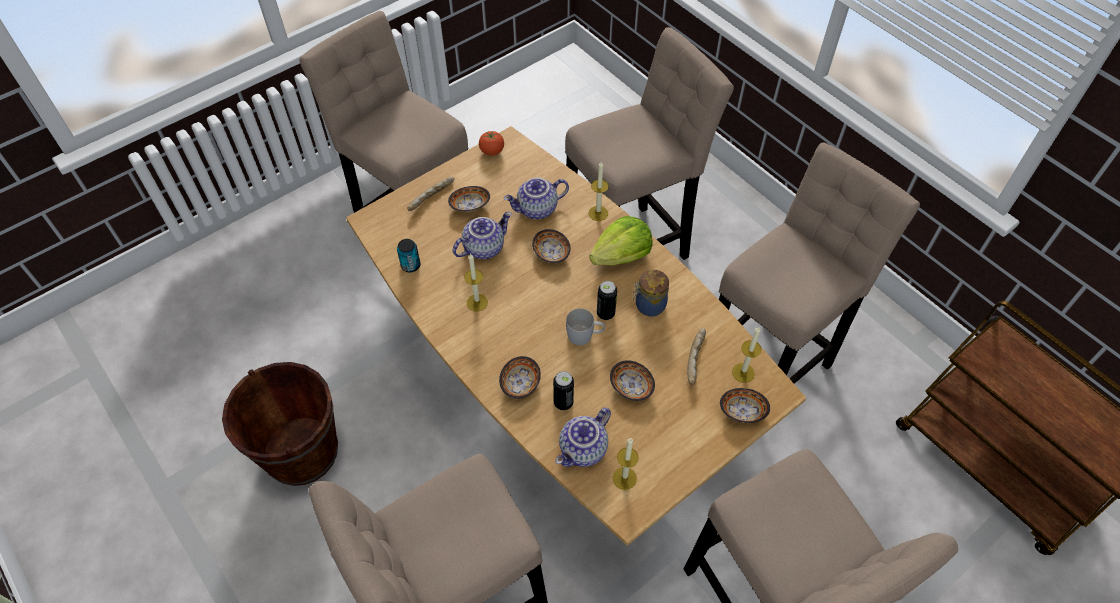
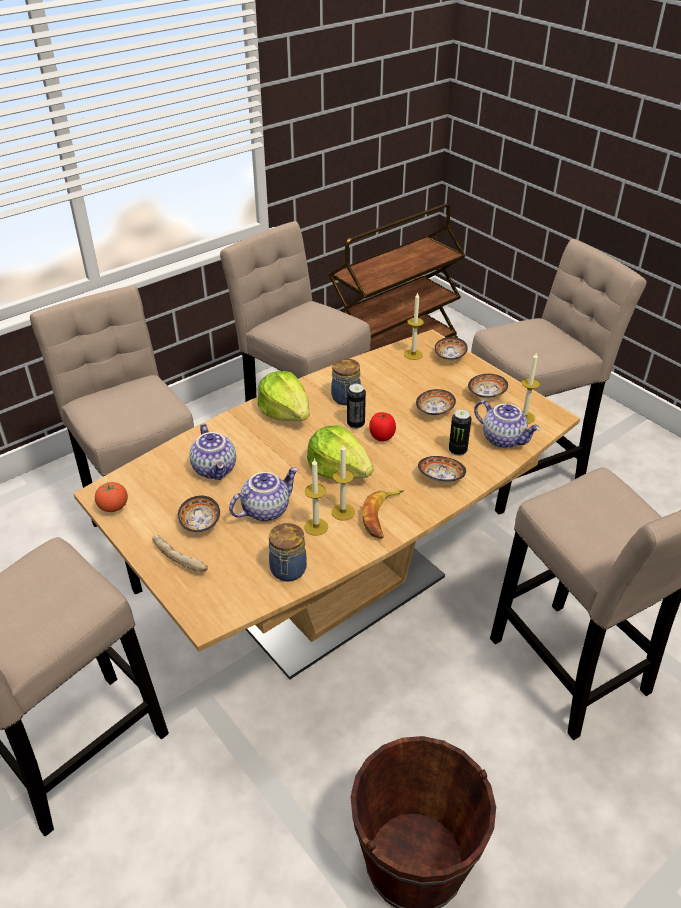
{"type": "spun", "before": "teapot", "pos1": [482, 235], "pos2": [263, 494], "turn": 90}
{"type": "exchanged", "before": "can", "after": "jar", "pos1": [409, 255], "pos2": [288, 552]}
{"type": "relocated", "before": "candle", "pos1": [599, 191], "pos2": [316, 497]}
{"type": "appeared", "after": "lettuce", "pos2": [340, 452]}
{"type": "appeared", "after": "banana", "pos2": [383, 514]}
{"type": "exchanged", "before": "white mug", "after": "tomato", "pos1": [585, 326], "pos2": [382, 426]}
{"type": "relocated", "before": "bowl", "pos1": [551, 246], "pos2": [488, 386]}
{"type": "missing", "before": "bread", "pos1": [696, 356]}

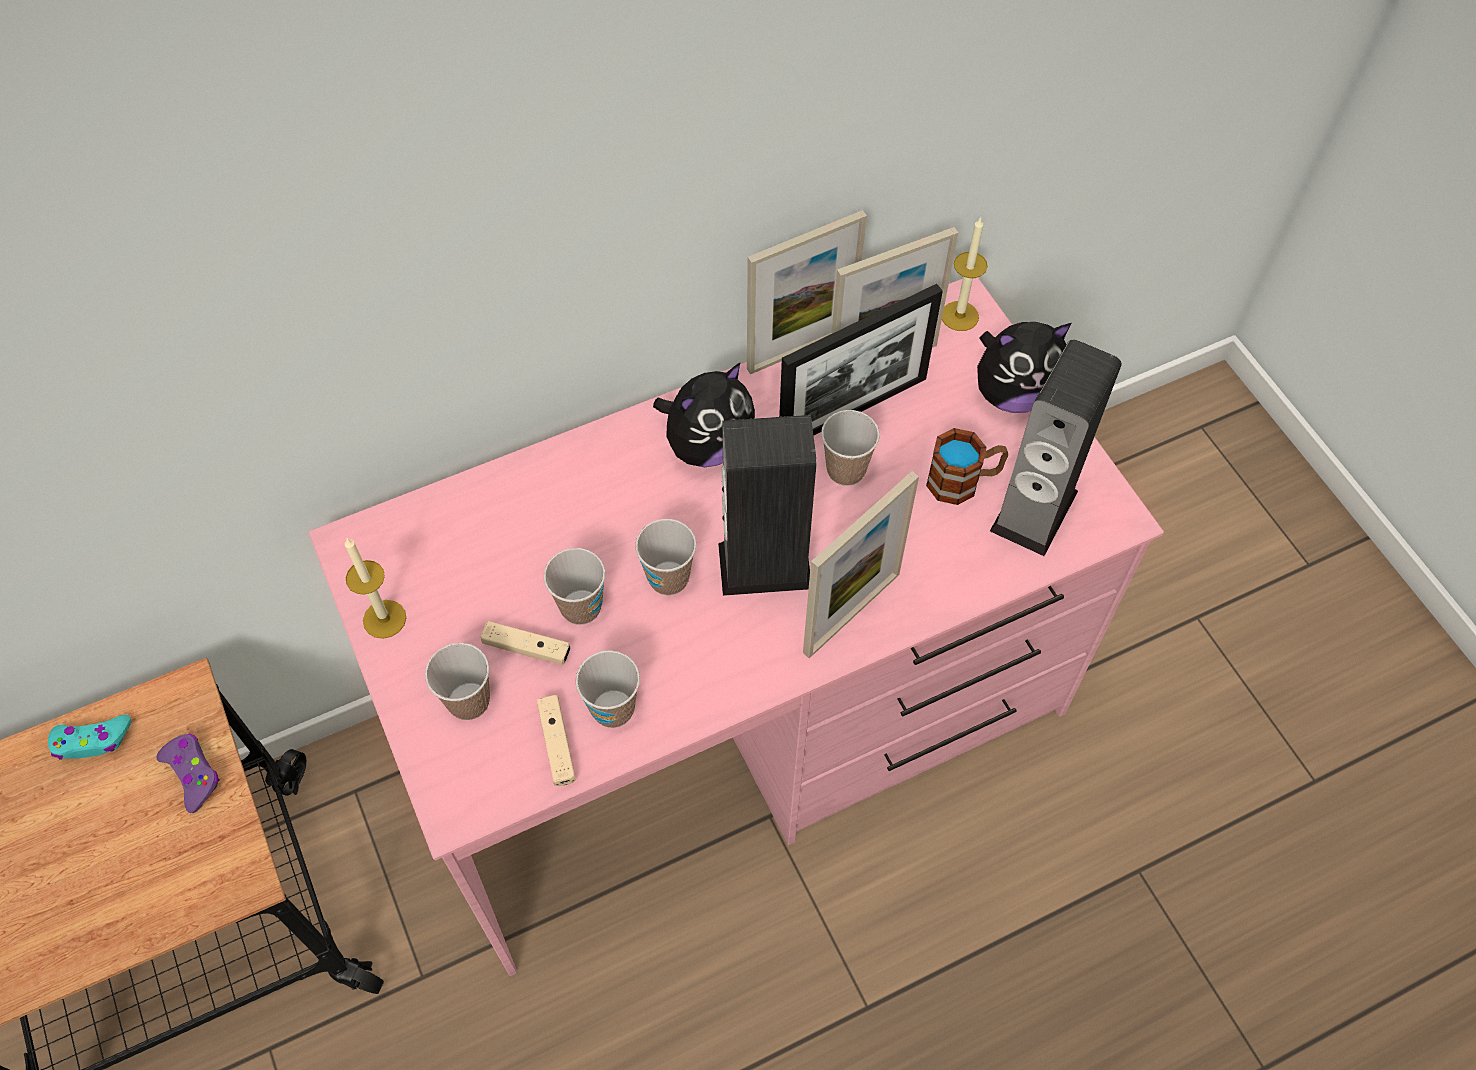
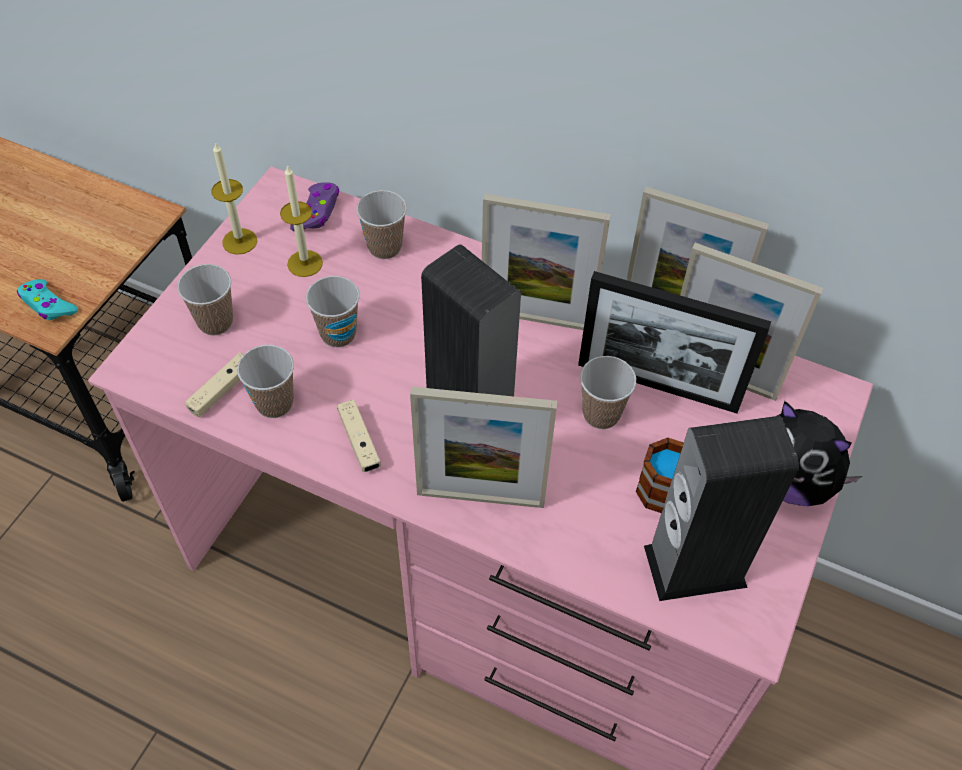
{"type": "relocated", "before": "turquoise game controller", "pos1": [89, 737], "pos2": [47, 299]}
{"type": "relocated", "before": "candle", "pos1": [965, 274], "pos2": [301, 221]}
{"type": "relocated", "before": "purple game controller", "pos1": [188, 773], "pos2": [314, 207]}
{"type": "relocated", "before": "beige game controller", "pos1": [525, 643], "pos2": [359, 436]}
{"type": "relocated", "before": "cup", "pos1": [665, 557], "pos2": [381, 224]}
{"type": "exchanged", "before": "plush toy", "after": "picture frame", "pos1": [704, 415], "pos2": [546, 262]}

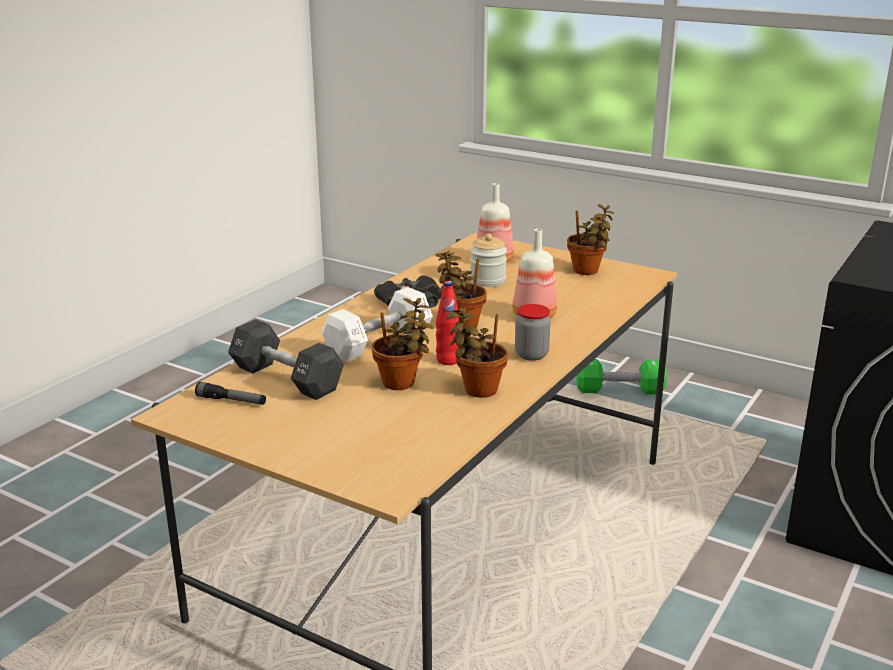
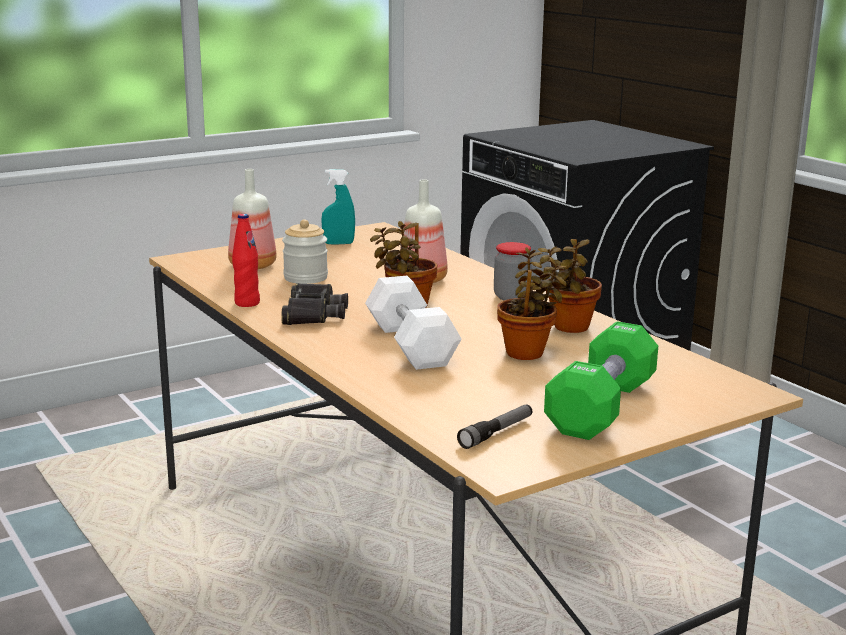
{"type": "relocated", "before": "red bottle", "pos1": [448, 323], "pos2": [246, 260]}
{"type": "exchanged", "before": "potted plant", "after": "turquoise spray bottle", "pos1": [590, 239], "pos2": [338, 207]}
{"type": "relocated", "before": "green dumbbell", "pos1": [621, 377], "pos2": [601, 380]}
{"type": "missing", "before": "black dumbbell", "pos1": [286, 359]}

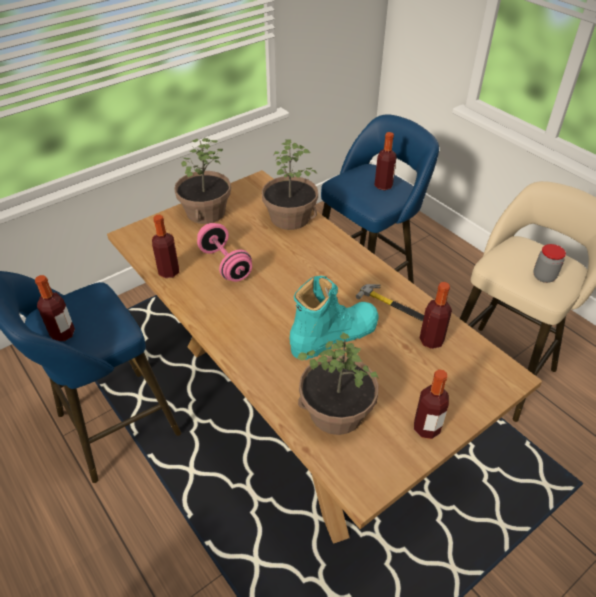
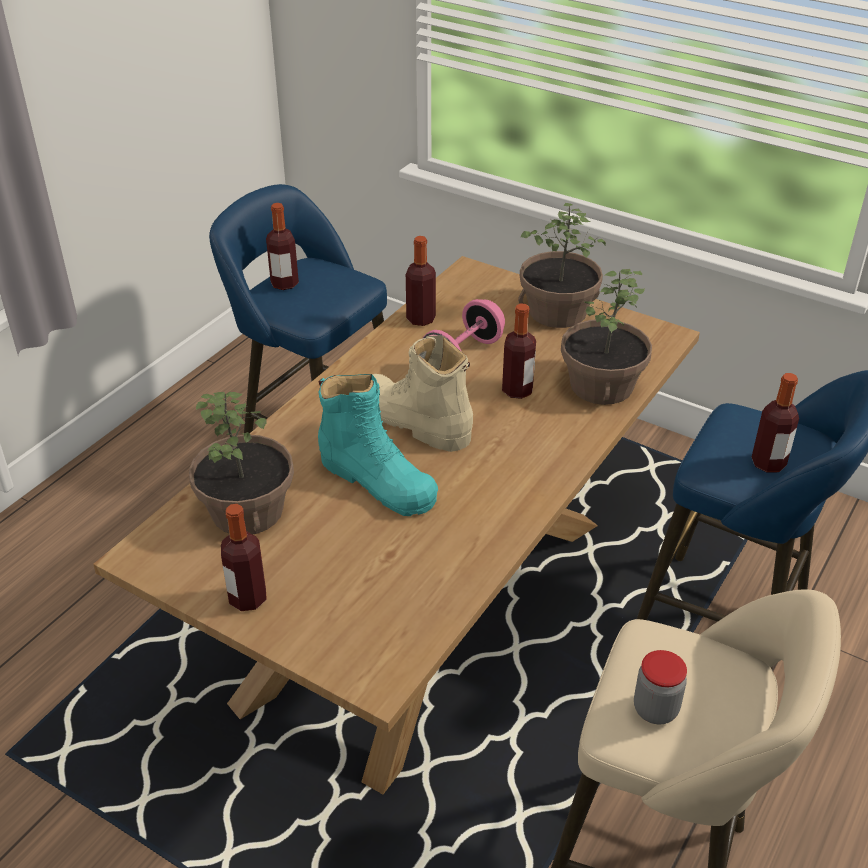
{"type": "appeared", "after": "beige boot", "pos2": [422, 393]}
{"type": "relocated", "before": "bottle", "pos1": [436, 315], "pos2": [519, 351]}
{"type": "missing", "before": "hammer", "pos1": [390, 302]}

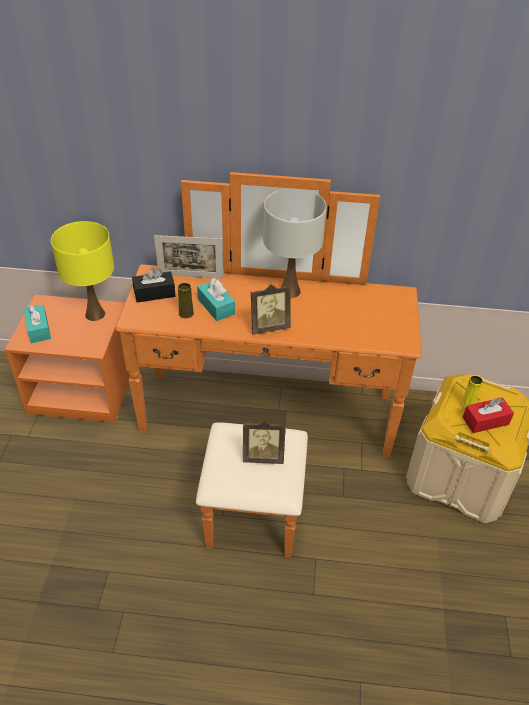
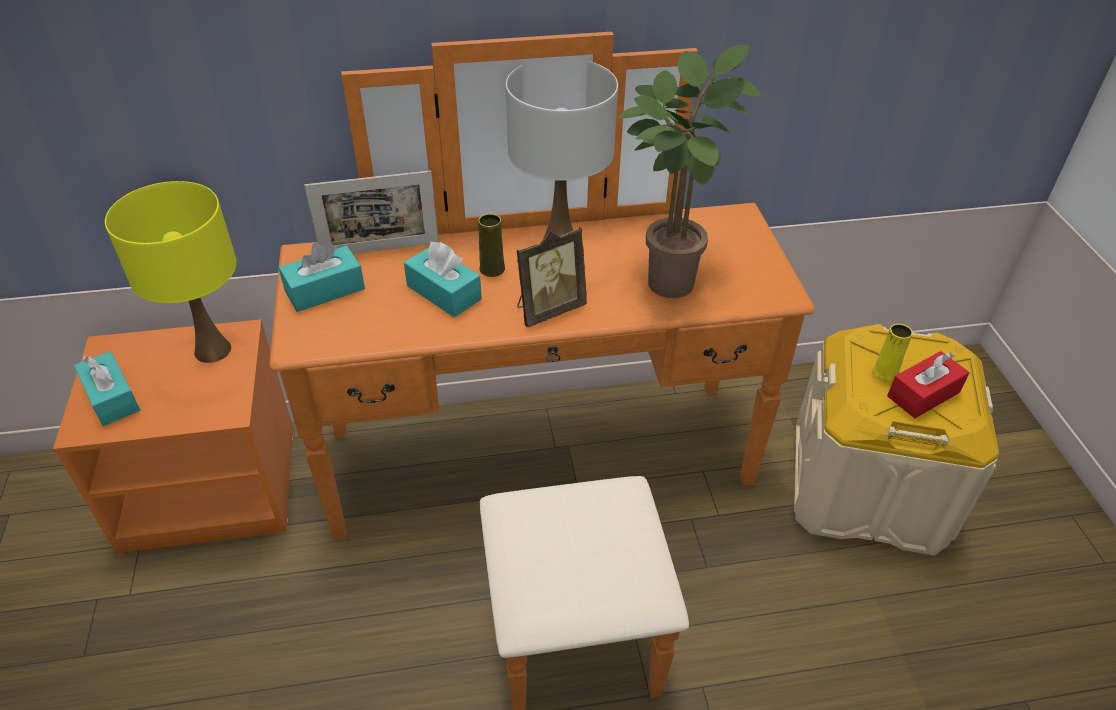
{"type": "colour", "before": "black tissue box", "after": "turquoise tissue box", "pos1": [154, 285], "pos2": [322, 277]}
{"type": "relocated", "before": "yellow vase", "pos1": [186, 300], "pos2": [491, 245]}
{"type": "appeared", "after": "potted plant", "pos2": [689, 171]}
{"type": "missing", "before": "picture frame", "pos1": [264, 442]}

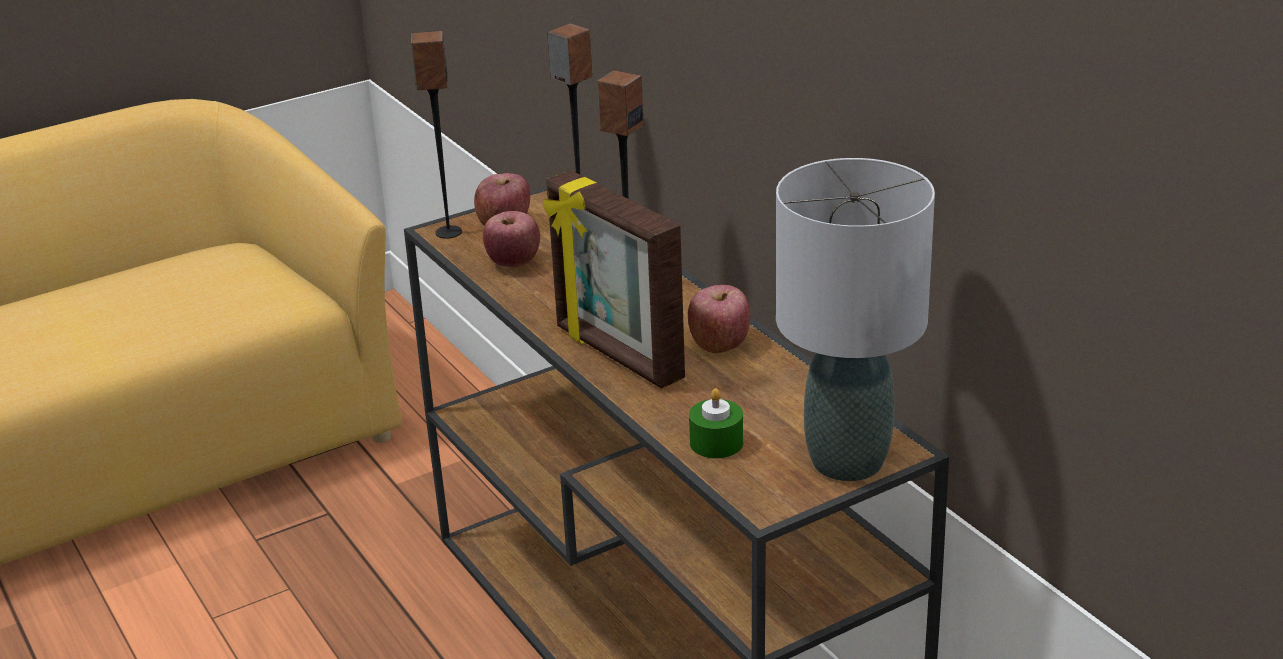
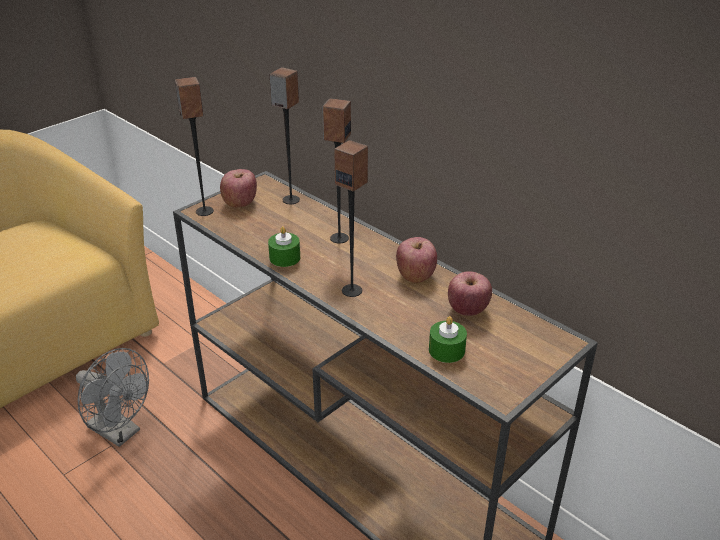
{"type": "appeared", "after": "grey fan", "pos2": [112, 397]}
{"type": "appeared", "after": "green candle", "pos2": [284, 246]}
{"type": "exchanged", "before": "picture frame", "after": "speaker", "pos1": [614, 279], "pos2": [351, 218]}
{"type": "relocated", "before": "apple", "pos1": [511, 239], "pos2": [470, 293]}
{"type": "missing", "before": "grey table lamp", "pos1": [855, 319]}

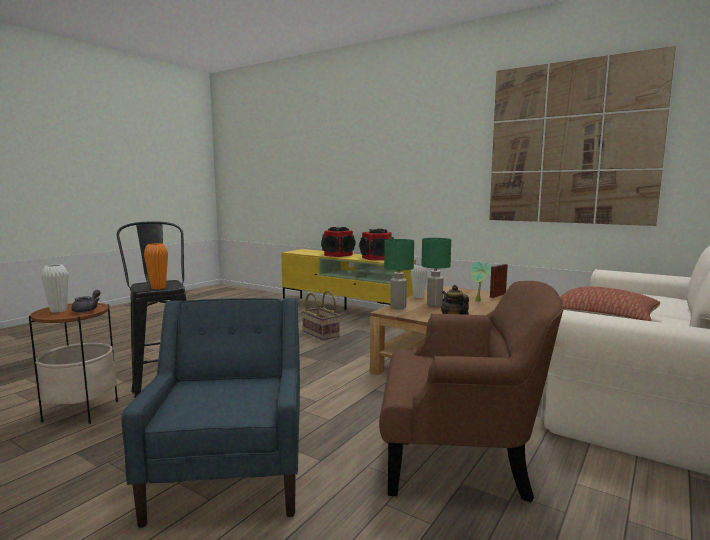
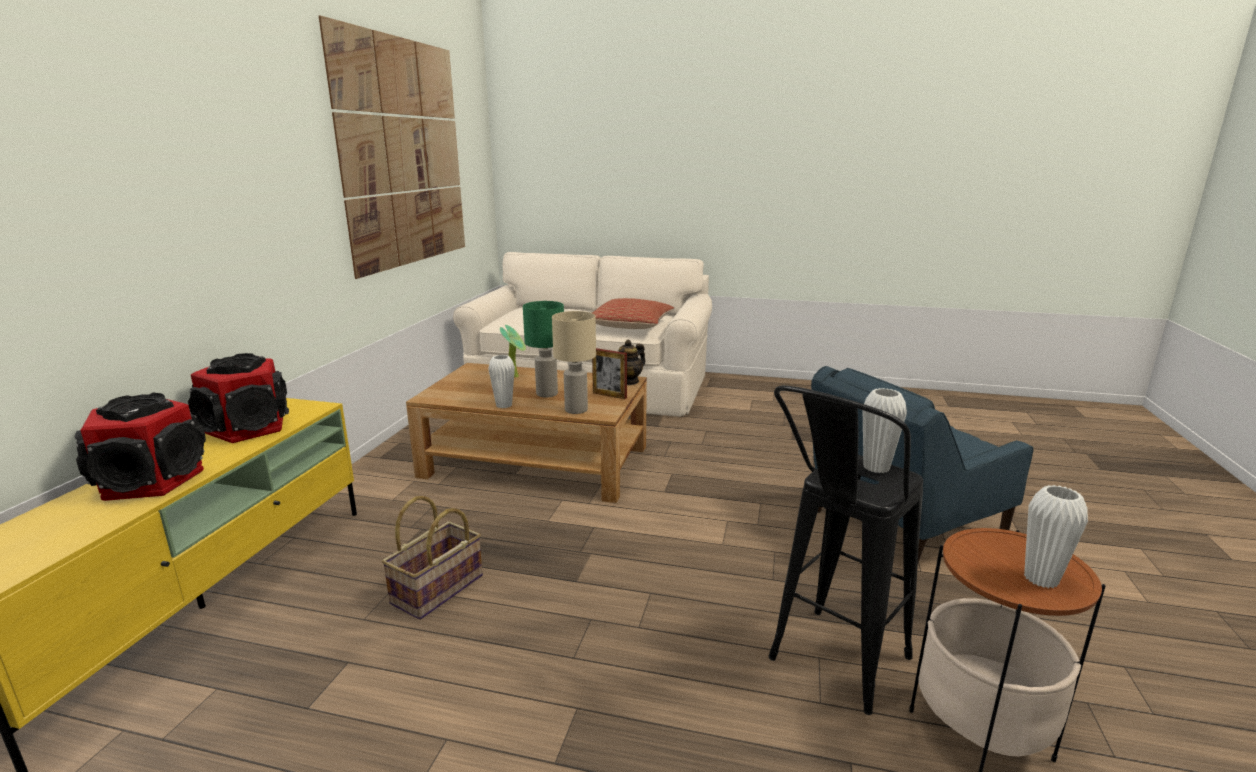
{"type": "colour", "before": "green table lamp", "after": "beige table lamp", "pos1": [399, 274], "pos2": [574, 362]}
{"type": "relocated", "before": "picture frame", "pos1": [499, 281], "pos2": [609, 373]}
{"type": "colour", "before": "orange vase", "after": "white vase", "pos1": [156, 266], "pos2": [885, 430]}
{"type": "missing", "before": "grey teapot", "pos1": [86, 301]}
{"type": "missing", "before": "brown armchair", "pos1": [471, 392]}

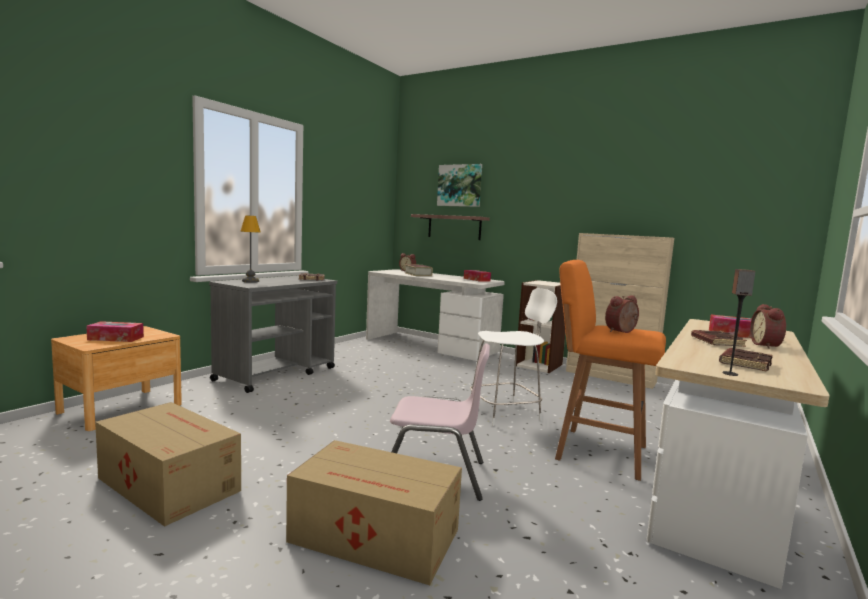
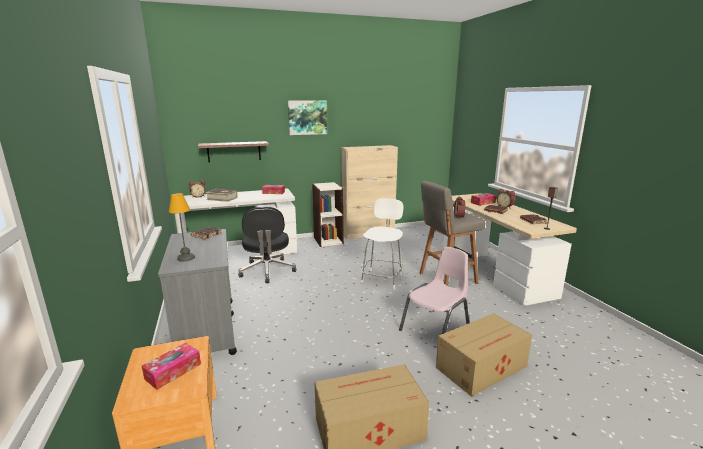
{"type": "appeared", "after": "black office chair", "pos2": [267, 245]}
{"type": "relocated", "before": "picture", "pos1": [459, 185], "pos2": [307, 117]}
{"type": "colour", "before": "orange stool", "after": "grey stool", "pos1": [610, 370], "pos2": [452, 233]}

